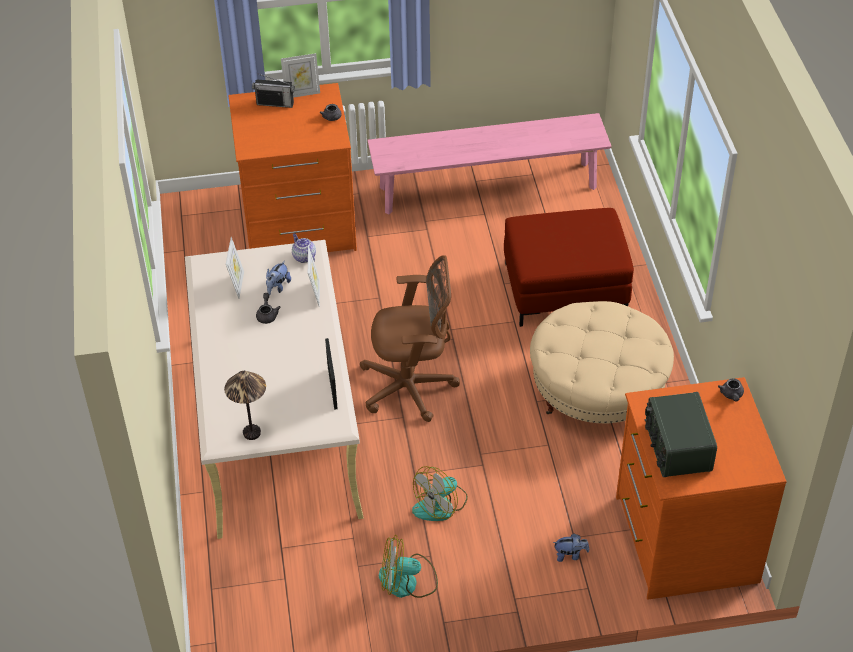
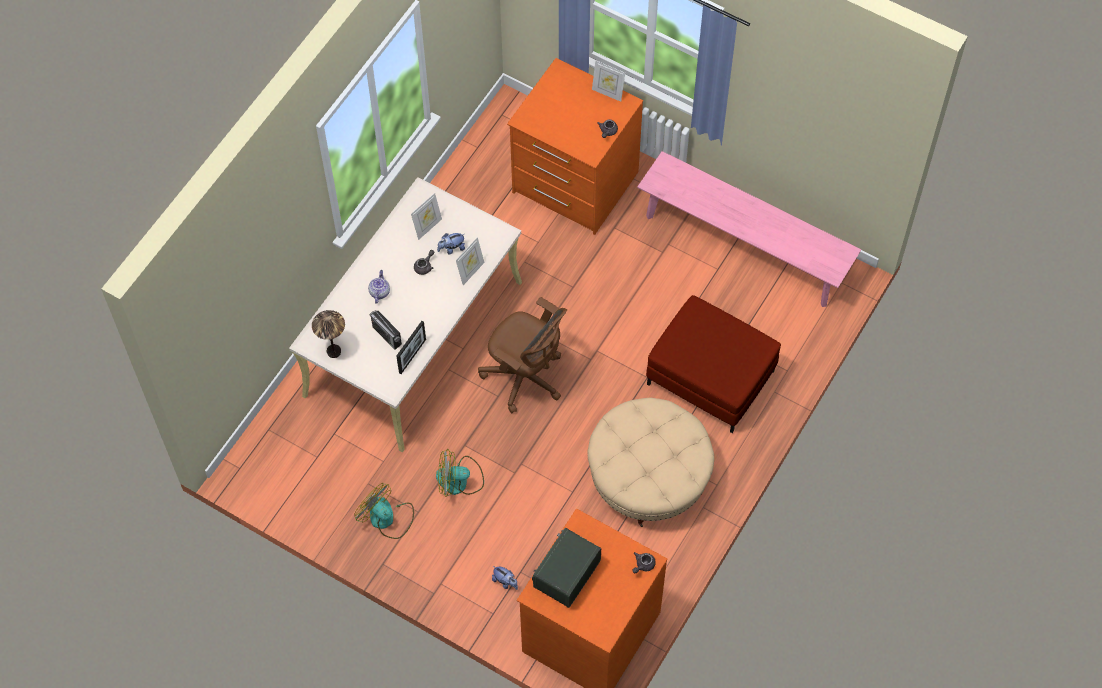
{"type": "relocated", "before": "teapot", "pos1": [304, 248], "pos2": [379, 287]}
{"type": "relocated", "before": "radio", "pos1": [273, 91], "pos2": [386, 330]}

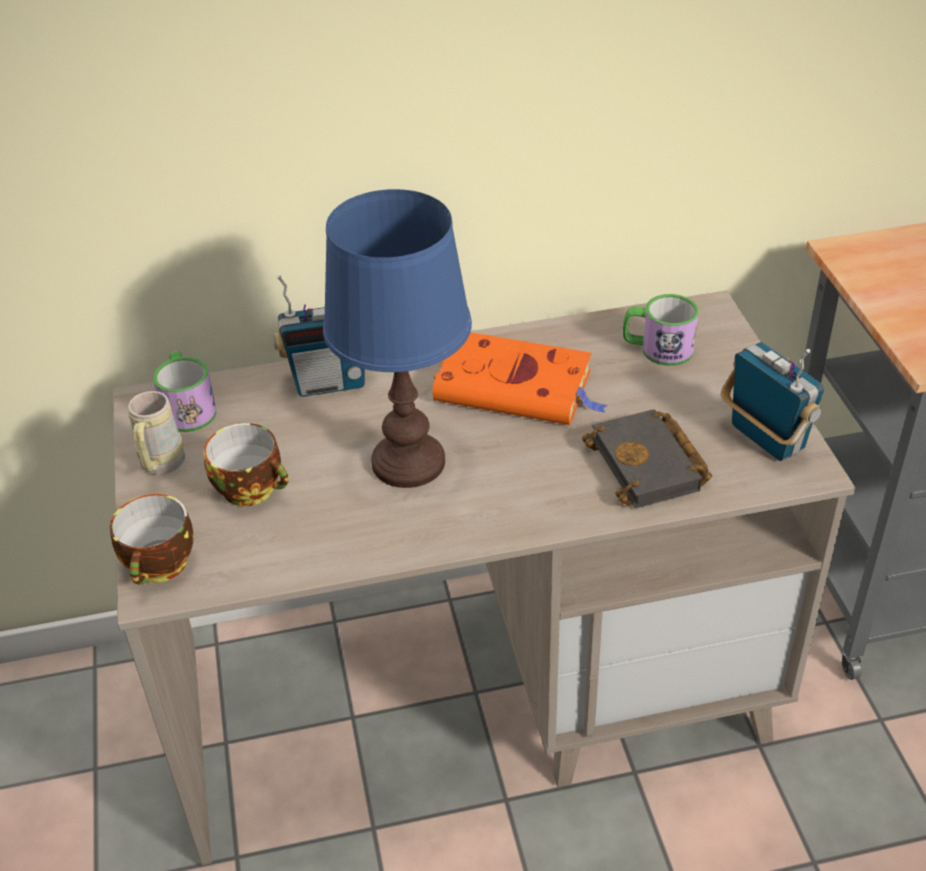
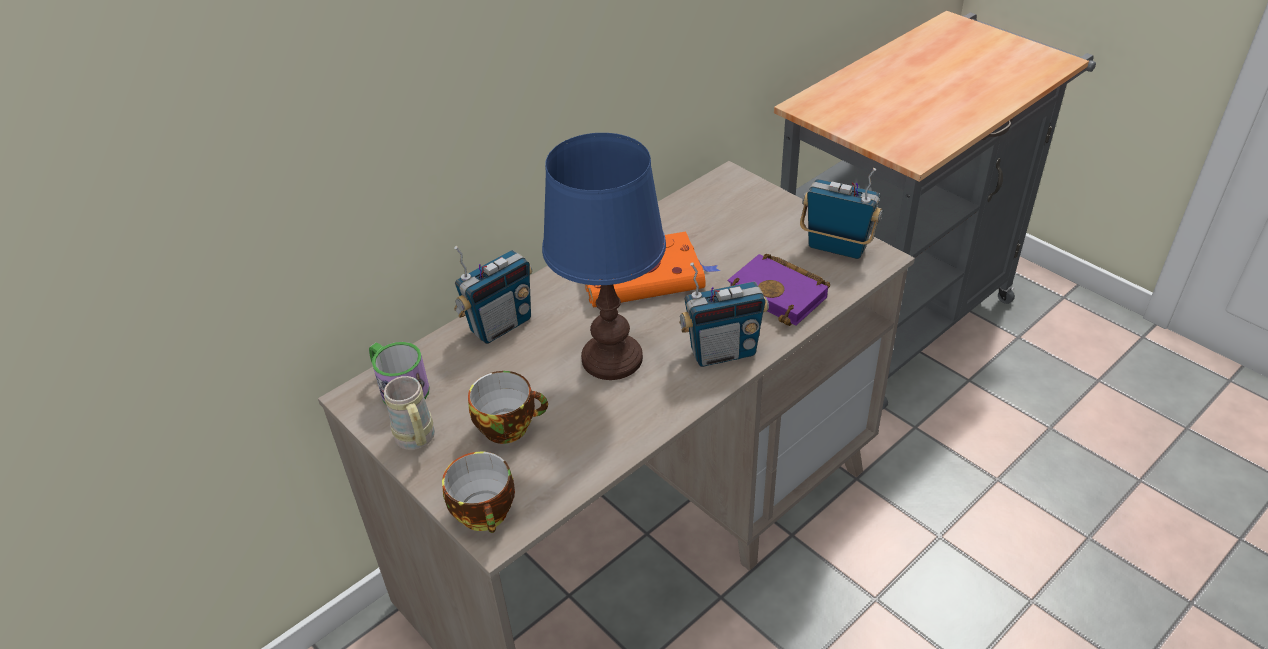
{"type": "appeared", "after": "radio", "pos2": [724, 314]}
{"type": "colour", "before": "black book", "after": "purple book", "pos1": [647, 458], "pos2": [778, 290]}
{"type": "missing", "before": "mug", "pos1": [661, 330]}

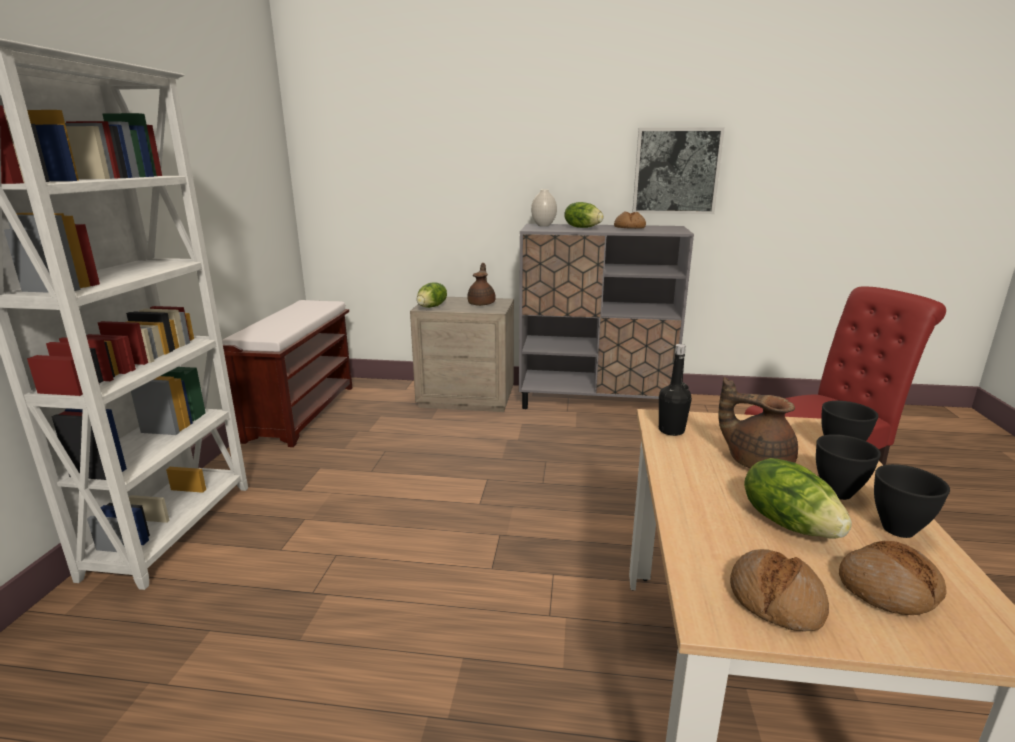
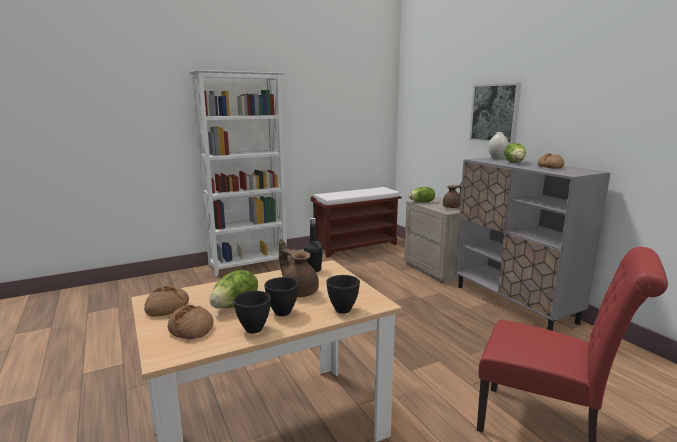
{"type": "spun", "before": "brown teapot", "pos1": [758, 422], "pos2": [299, 268], "turn": -45}
{"type": "relocated", "before": "picture", "pos1": [678, 170], "pos2": [495, 113]}

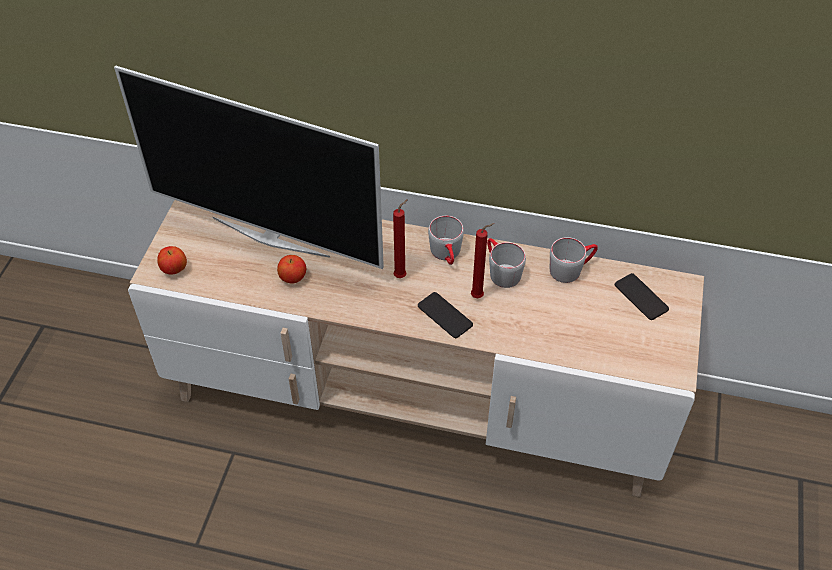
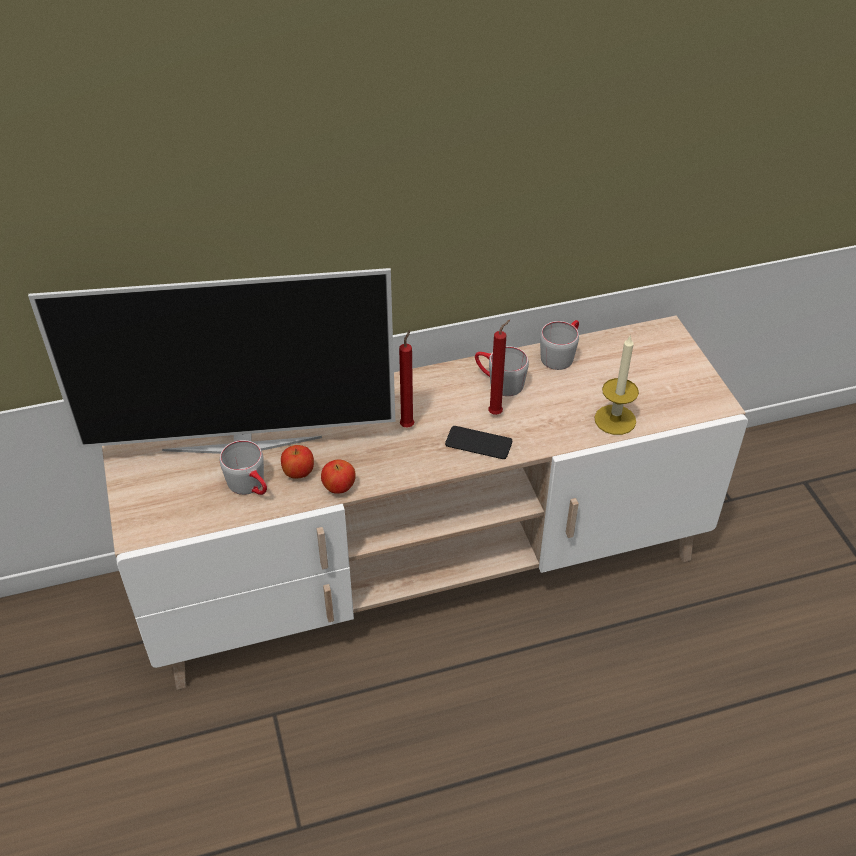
{"type": "relocated", "before": "grey mug", "pos1": [446, 240], "pos2": [243, 467]}
{"type": "relocated", "before": "apple", "pos1": [172, 260], "pos2": [338, 476]}
{"type": "appeared", "after": "candle", "pos2": [616, 385]}
{"type": "missing", "before": "phone", "pos1": [642, 296]}

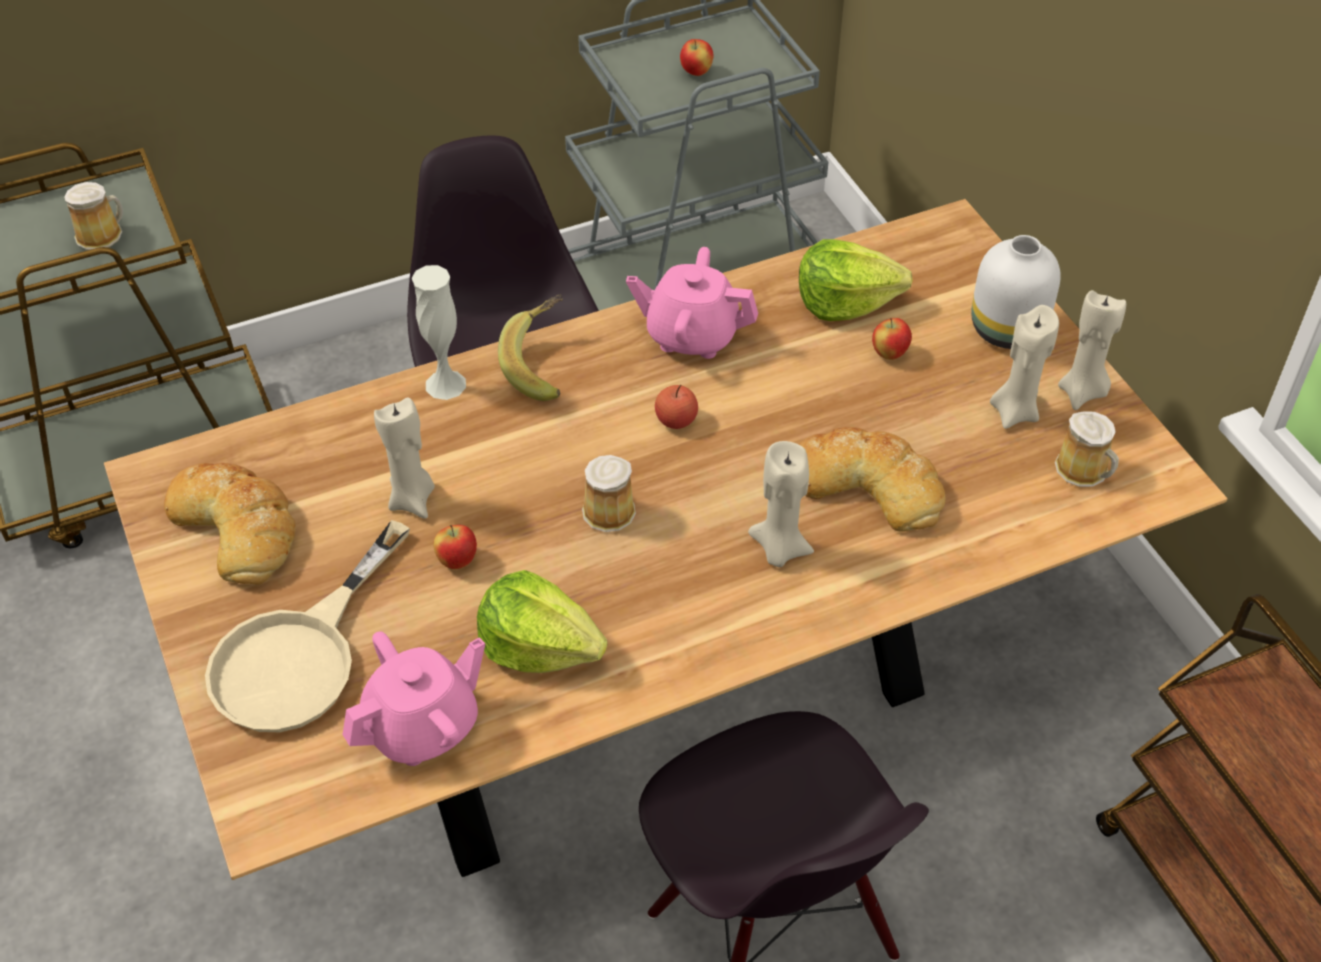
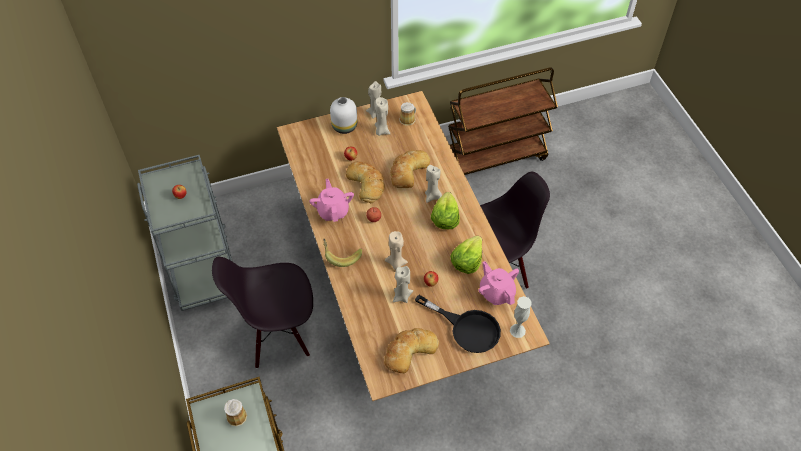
{"type": "spun", "before": "pink teapot", "pos1": [692, 303], "pos2": [331, 200], "turn": 150}
{"type": "appeared", "after": "bread", "pos2": [365, 182]}
{"type": "appeared", "after": "beige candle", "pos2": [396, 250]}
{"type": "colour", "before": "beige frying pan", "after": "black frying pan", "pos1": [307, 626], "pos2": [458, 324]}
{"type": "relocated", "before": "lettuce", "pos1": [856, 280], "pos2": [445, 210]}
{"type": "relocated", "before": "white vase", "pos1": [439, 332], "pos2": [521, 317]}
{"type": "missing", "before": "mug", "pos1": [609, 493]}

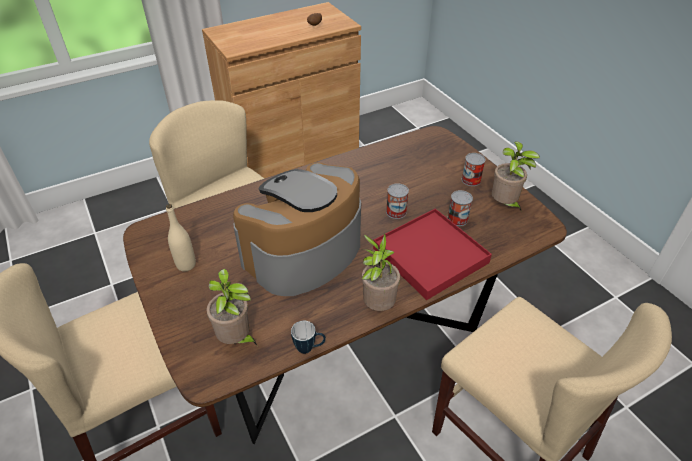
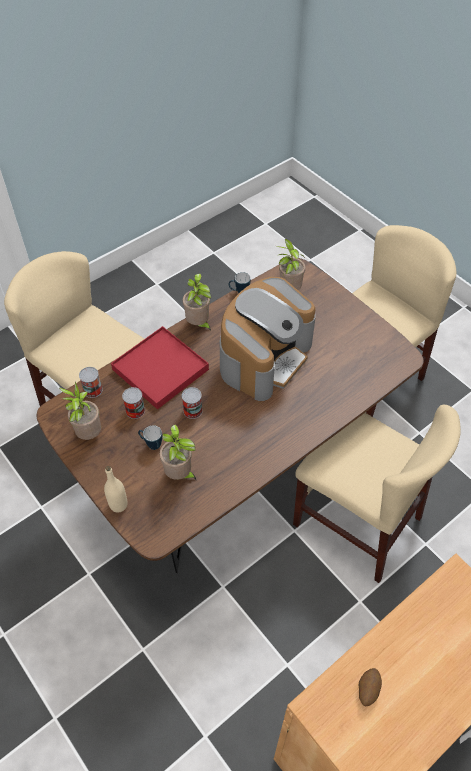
{"type": "relocated", "before": "can", "pos1": [474, 169], "pos2": [91, 382]}
{"type": "relocated", "before": "beige bottle", "pos1": [181, 238], "pos2": [116, 489]}
{"type": "appeared", "after": "mug", "pos2": [150, 437]}
{"type": "appeared", "after": "potted plant", "pos2": [178, 452]}

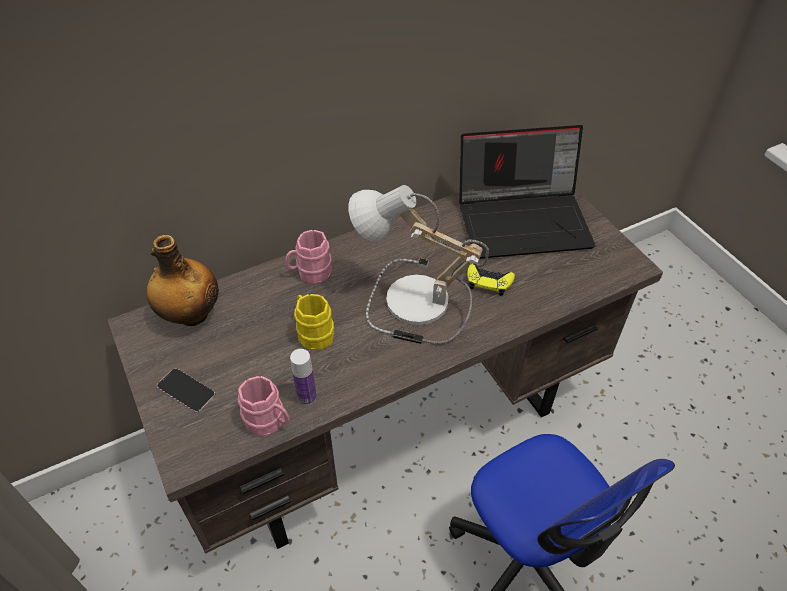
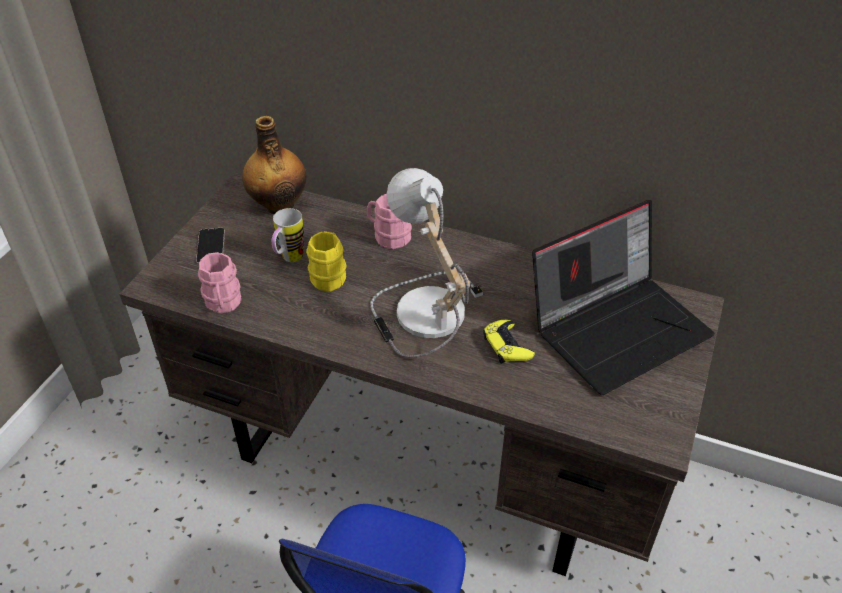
{"type": "appeared", "after": "mug", "pos2": [288, 235]}
{"type": "spun", "before": "laptop", "pos1": [527, 192], "pos2": [623, 297], "turn": -75}
{"type": "missing", "before": "bottle", "pos1": [303, 377]}

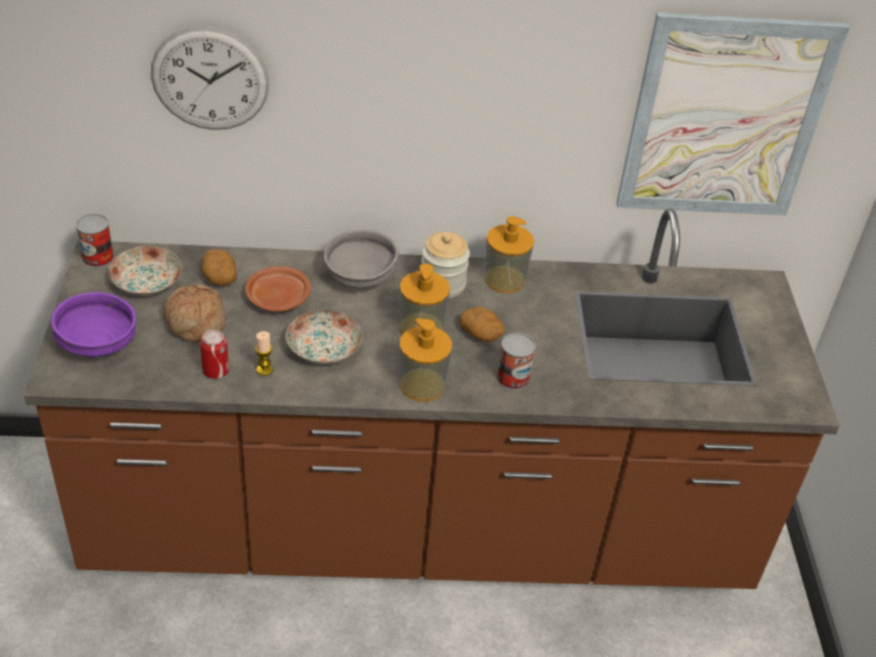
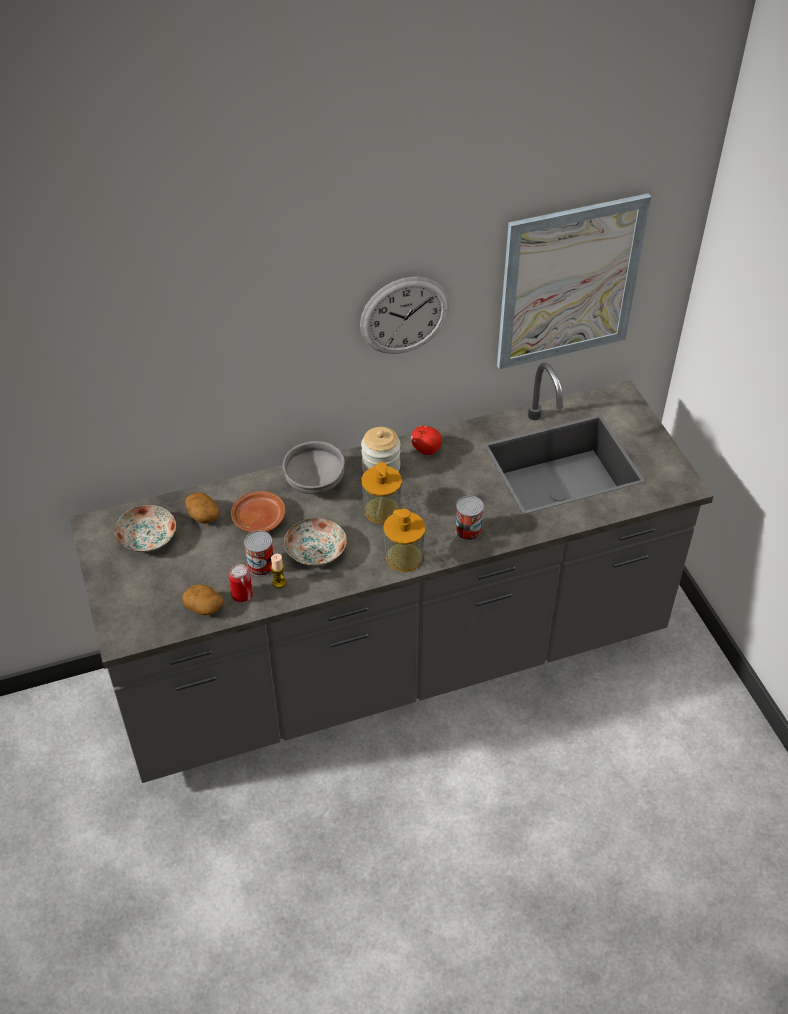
{"type": "colour", "before": "brown counter", "after": "grey counter", "pos1": [432, 399], "pos2": [391, 573]}
{"type": "relocated", "before": "potato", "pos1": [482, 324], "pos2": [202, 599]}
{"type": "relocated", "before": "can", "pos1": [95, 240], "pos2": [258, 553]}
{"type": "relocated", "before": "wall clock", "pos1": [210, 78], "pos2": [404, 315]}
{"type": "exchanged", "before": "soap dispenser", "after": "apple", "pos1": [509, 254], "pos2": [426, 440]}
{"type": "missing", "before": "purple bowl", "pos1": [93, 324]}
{"type": "missing", "before": "bread", "pos1": [194, 313]}

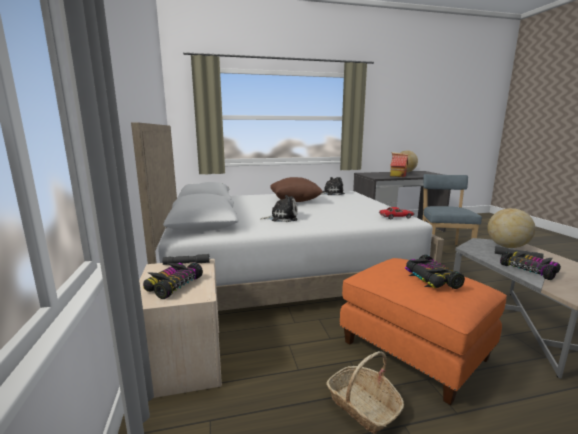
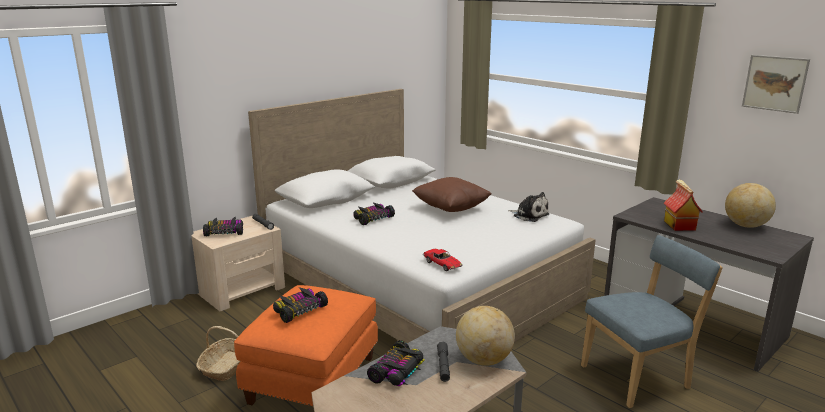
{"type": "exchanged", "before": "plush toy", "after": "toy car", "pos1": [279, 208], "pos2": [374, 213]}
{"type": "appeared", "after": "picture", "pos2": [776, 84]}

